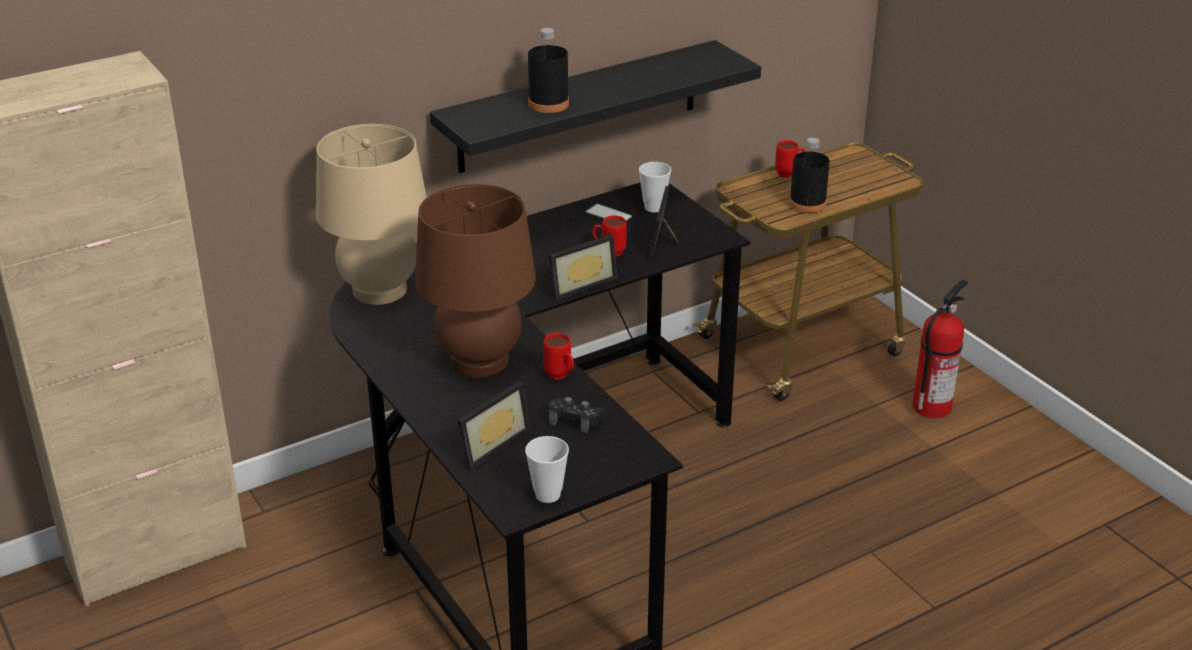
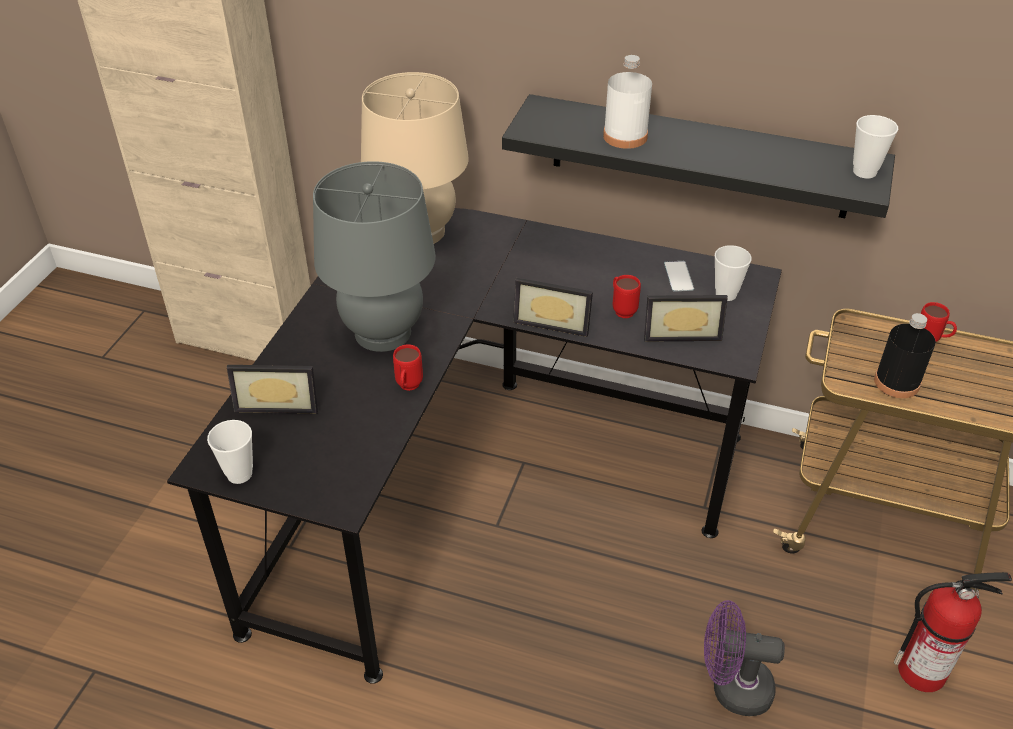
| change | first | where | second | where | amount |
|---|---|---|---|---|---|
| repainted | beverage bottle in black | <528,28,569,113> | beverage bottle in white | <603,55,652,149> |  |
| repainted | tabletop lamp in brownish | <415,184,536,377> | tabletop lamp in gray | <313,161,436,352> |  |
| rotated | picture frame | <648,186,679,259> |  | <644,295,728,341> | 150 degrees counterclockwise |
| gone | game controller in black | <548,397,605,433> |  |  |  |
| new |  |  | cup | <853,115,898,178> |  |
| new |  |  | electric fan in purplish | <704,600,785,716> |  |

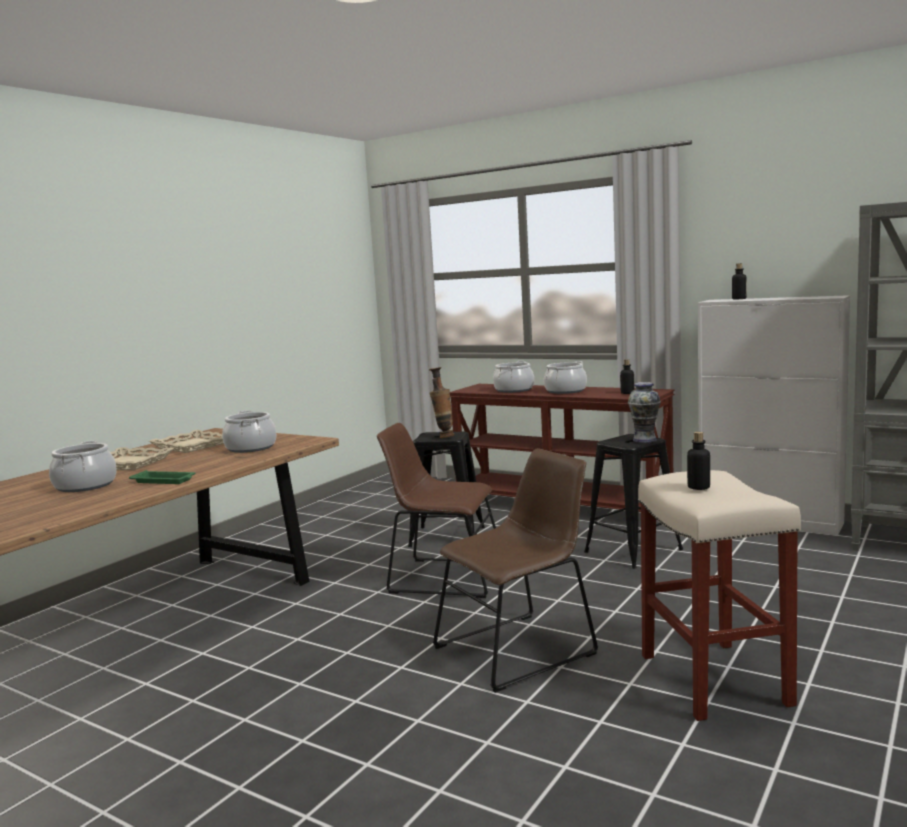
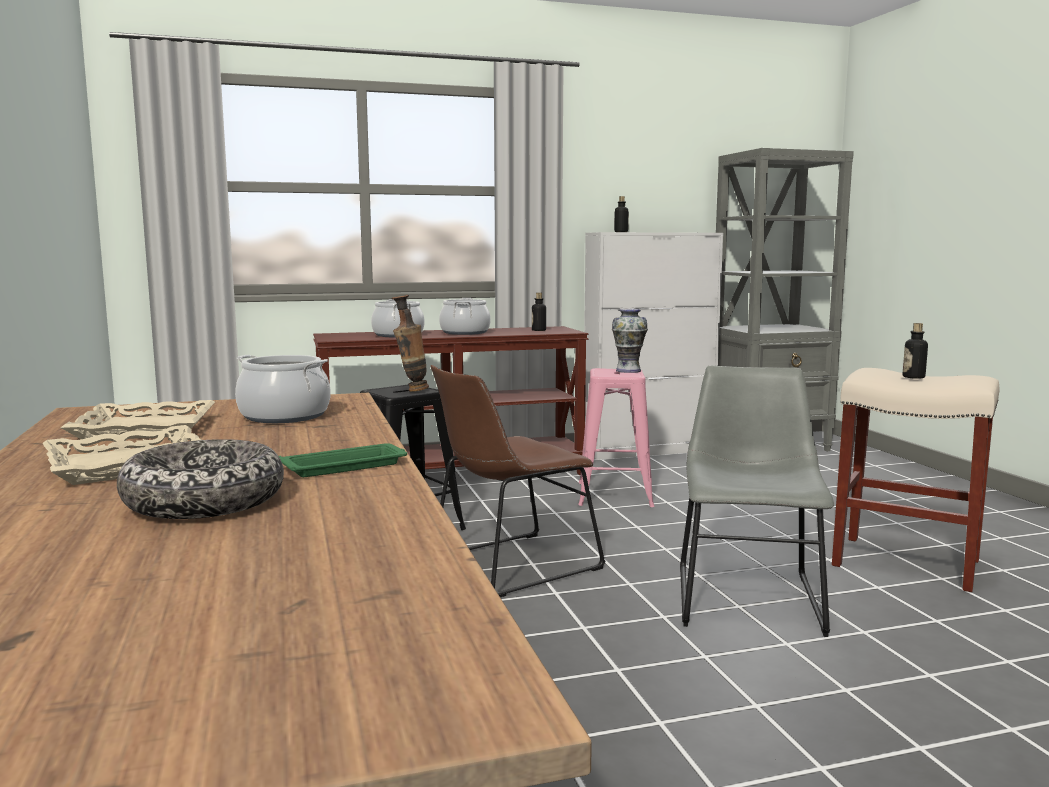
| change | first | where | second | where | amount |
|---|---|---|---|---|---|
| repainted | sitting stool in black | <584,434,683,569> | sitting stool in pinkish | <578,368,654,507> |  |
| swapped | stockpot | <49,440,117,492> | serving bowl | <117,439,284,519> |  |
| repainted | upright chair in brownish | <432,448,598,693> | upright chair in gray | <680,366,834,637> |  |

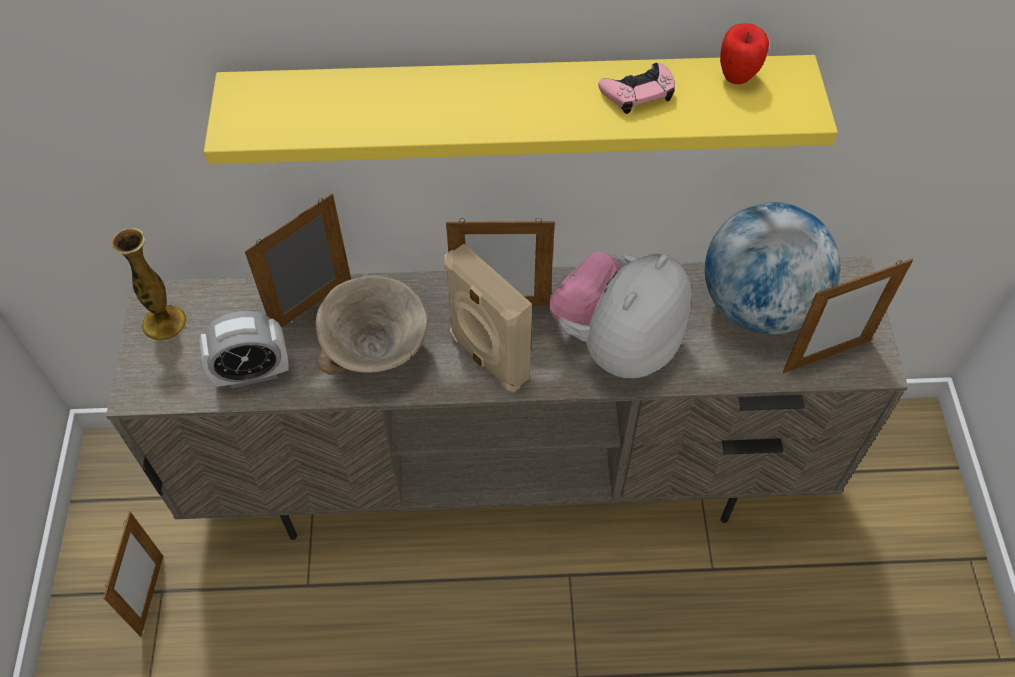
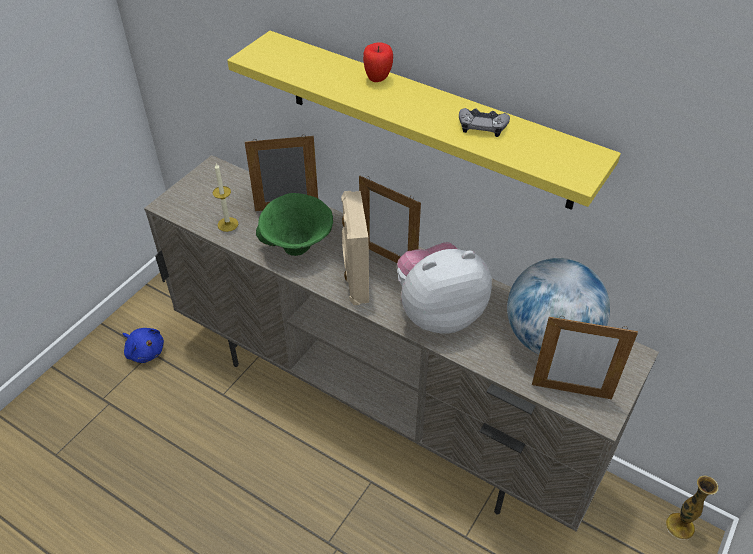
| change | first | where | second | where | amount |
|---|---|---|---|---|---|
| shifted | apple fruit | <720,23,769,84> |  | <363,42,393,82> |  |
| repainted | game controller in pinkish | <598,63,675,114> | game controller in gray | <459,108,510,137> |  |
| shifted | flower vase | <111,228,187,341> |  | <666,476,719,540> |  |
| repainted | serving bowl in sand-coloured | <316,275,428,375> | serving bowl in green-coloured | <256,193,333,256> |  |
| swapped | bedside clock | <199,311,288,388> | wax candle | <212,163,238,232> |  |
| swapped | picture frame | <103,512,163,637> | cuddly toy in blue | <123,328,164,363> |  |

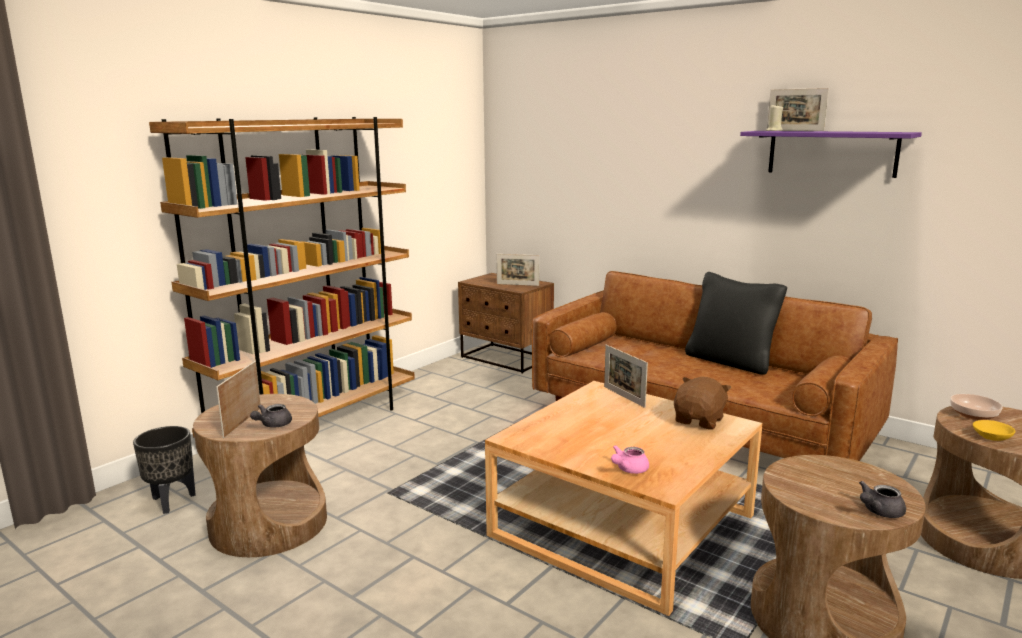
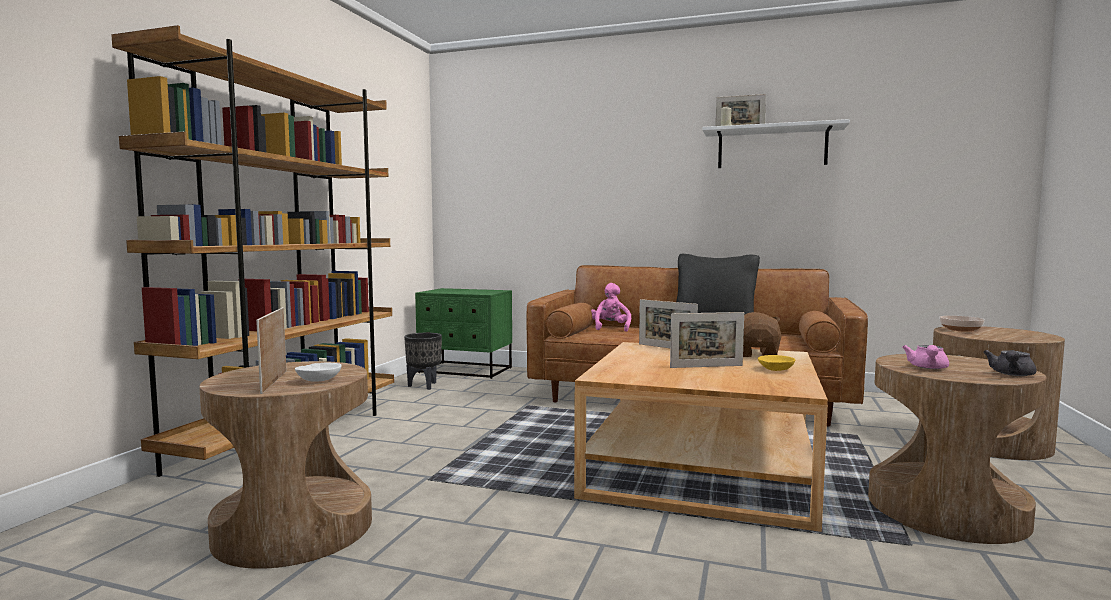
| change | first | where | second | where | amount |
|---|---|---|---|---|---|
| repainted | bracket shelf in purplish | <740,131,922,178> | bracket shelf in white | <702,119,850,168> |  |
| shifted | picture frame | <497,254,539,286> |  | <670,312,744,368> |  |
| repainted | nightstand in brownish | <458,273,554,373> | nightstand in green-coloured | <415,288,512,379> |  |
| swapped | tea pot in gray | <250,404,292,428> | serving bowl in white | <295,363,342,382> |  |
| shifted | serving bowl in yellowish | <973,420,1015,441> |  | <758,355,795,371> |  |
| shifted | planter in black | <133,426,196,514> |  | <404,333,442,390> |  |
| shifted | tea pot in pinkish | <611,445,649,474> |  | <902,345,949,369> |  |
| new |  |  | cuddly toy in pinkish | <591,283,631,332> |  |

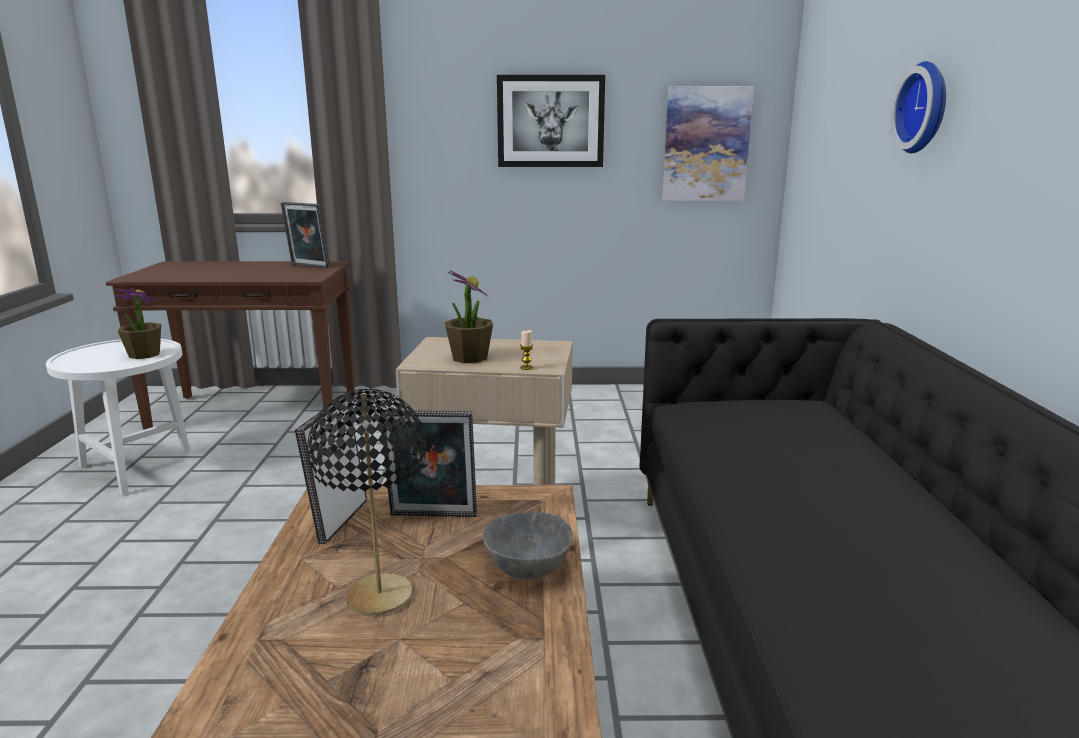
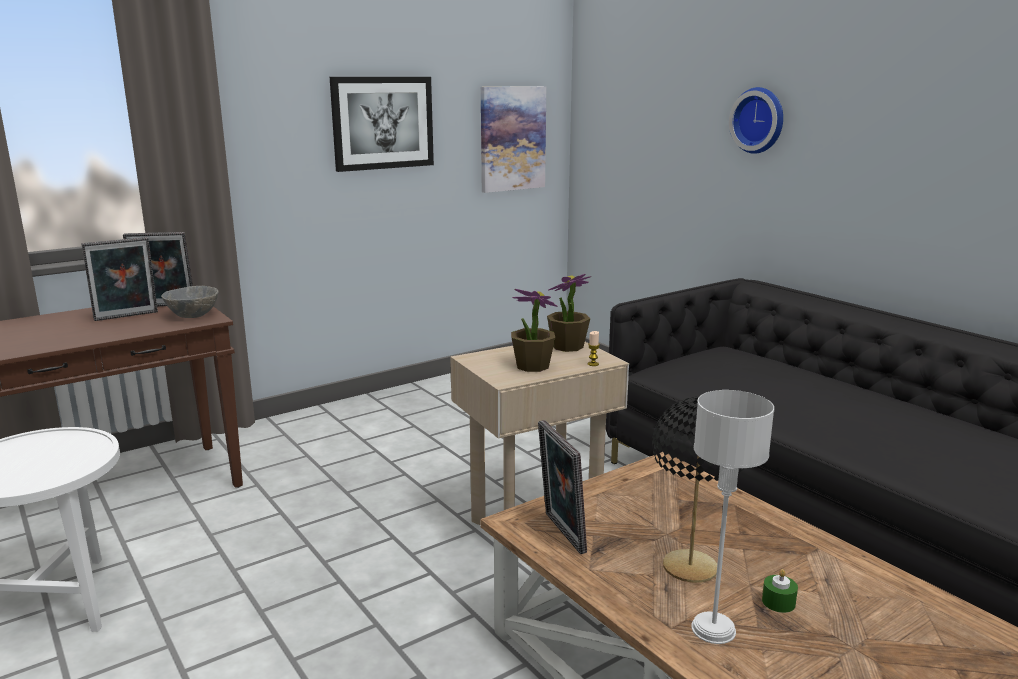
| change | first | where | second | where | amount |
|---|---|---|---|---|---|
| shifted | plant in a pot | <114,288,161,359> |  | <547,274,591,352> |  |
| shifted | picture frame | <380,410,477,517> |  | <81,237,158,321> |  |
| shifted | serving bowl in gray | <483,512,573,579> |  | <161,286,218,318> |  |
| new |  |  | tabletop lamp in gray | <691,390,774,644> |  |
| new |  |  | wax candle in green-coloured | <762,569,798,613> |  |

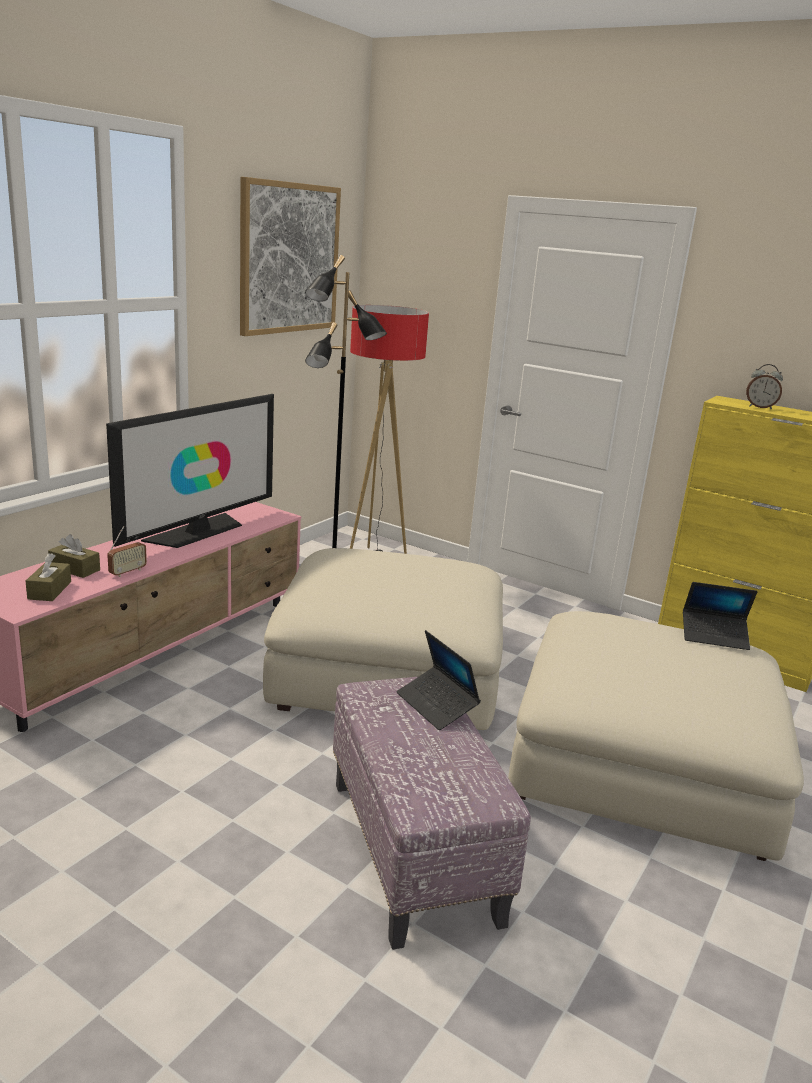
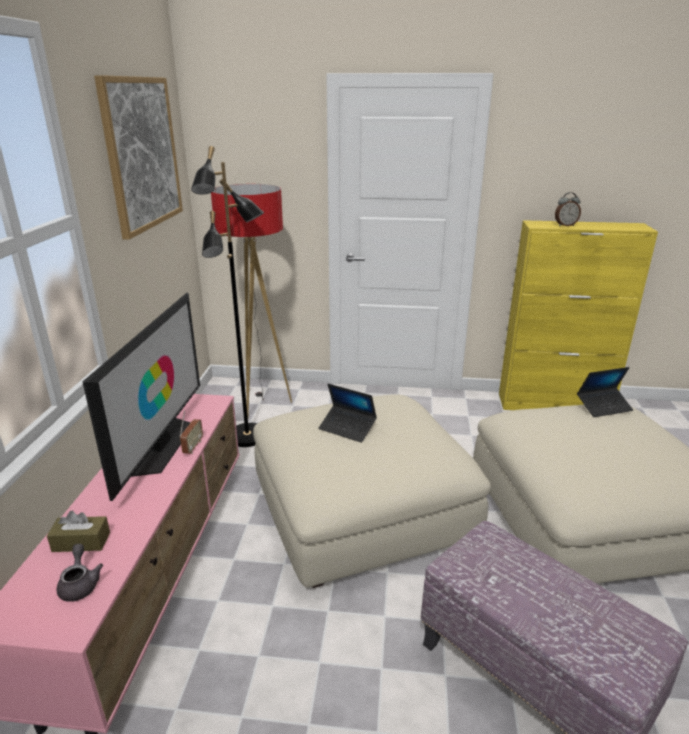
| change | first | where | second | where | amount |
|---|---|---|---|---|---|
| shifted | radio | <107,526,147,577> |  | <179,410,203,454> |  |
| swapped | box of tissues in brownish | <26,553,71,601> | tea pot in gray | <57,544,103,602> |  |
| shifted | portable computer | <397,630,481,730> |  | <318,384,377,443> |  |

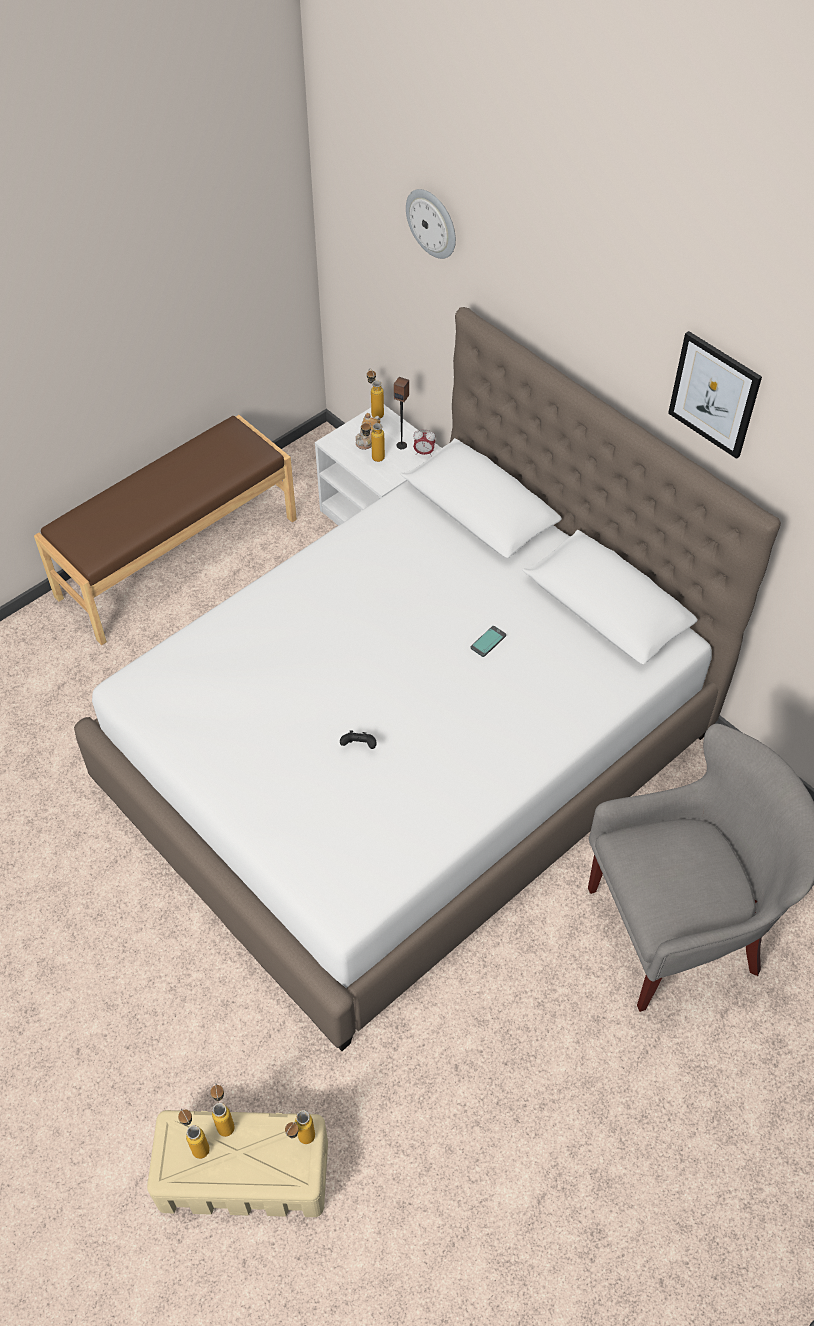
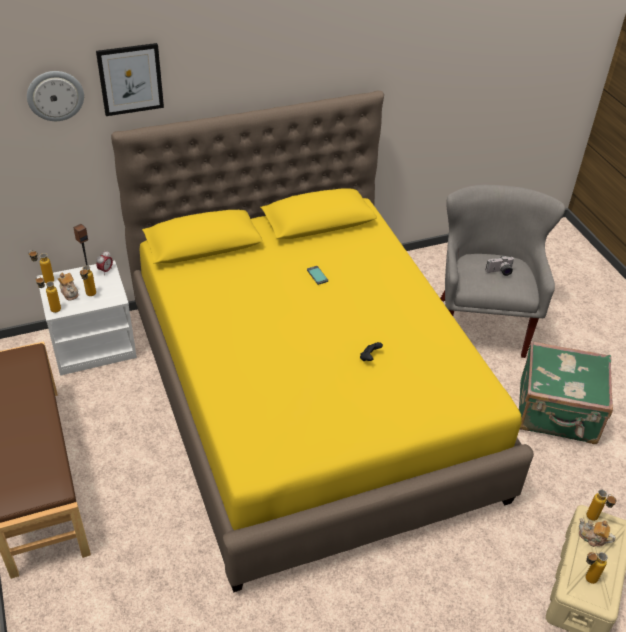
| change | first | where | second | where | amount |
|---|---|---|---|---|---|
| repainted | bed in white | <74,307,781,1051> | bed in yellowish | <111,91,534,592> |  |
| shifted | picture | <668,331,762,459> |  | <96,43,164,116> |  |
| shifted | beverage bottle | <210,1084,235,1137> |  | <36,276,61,313> |  |
| new |  |  | photo camera | <486,255,515,276> |  |
| new |  |  | piece of luggage in green-coloured | <519,341,613,444> |  |
| new |  |  | tea pot | <579,518,616,547> |  |

